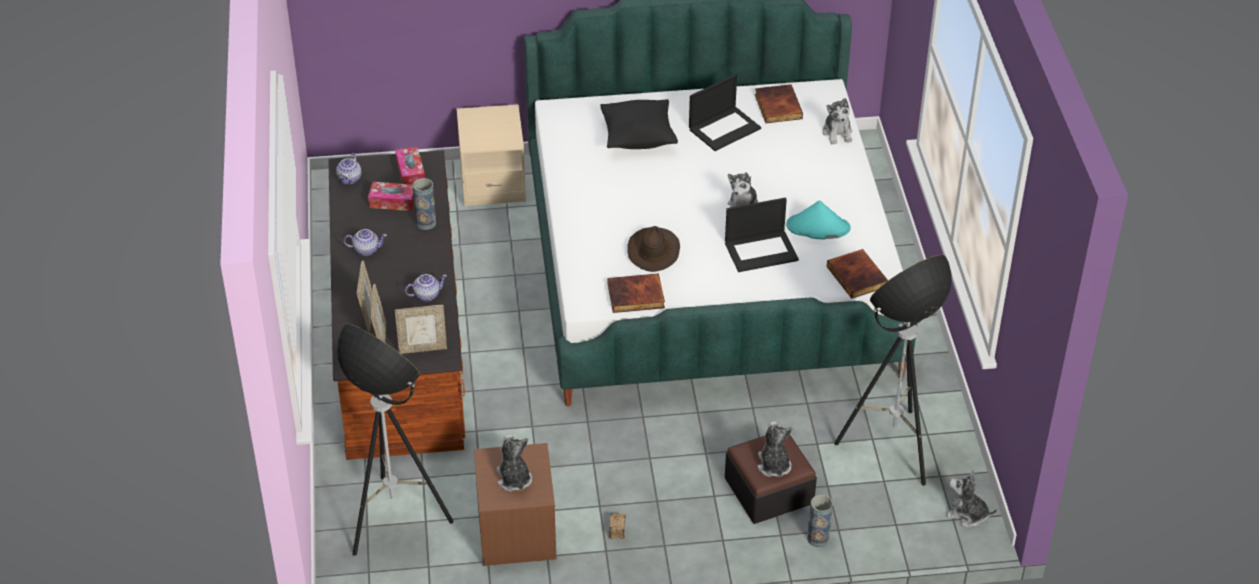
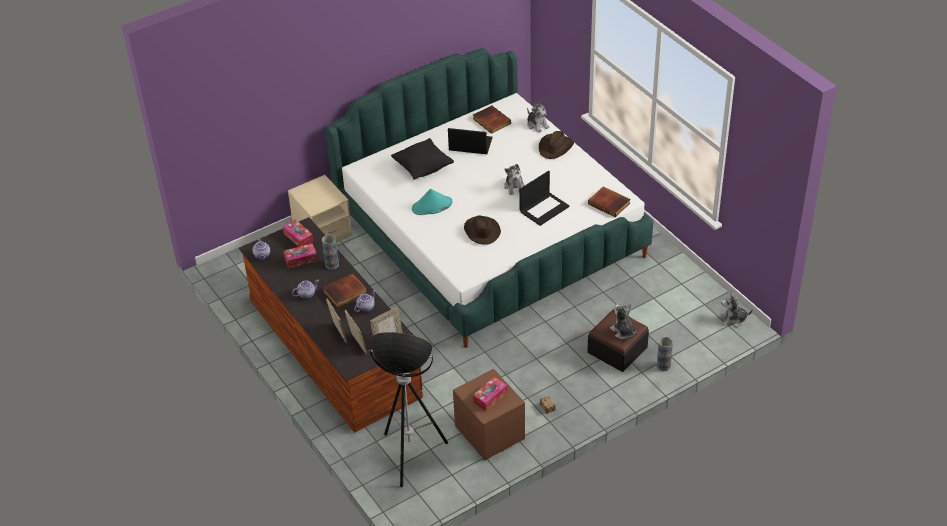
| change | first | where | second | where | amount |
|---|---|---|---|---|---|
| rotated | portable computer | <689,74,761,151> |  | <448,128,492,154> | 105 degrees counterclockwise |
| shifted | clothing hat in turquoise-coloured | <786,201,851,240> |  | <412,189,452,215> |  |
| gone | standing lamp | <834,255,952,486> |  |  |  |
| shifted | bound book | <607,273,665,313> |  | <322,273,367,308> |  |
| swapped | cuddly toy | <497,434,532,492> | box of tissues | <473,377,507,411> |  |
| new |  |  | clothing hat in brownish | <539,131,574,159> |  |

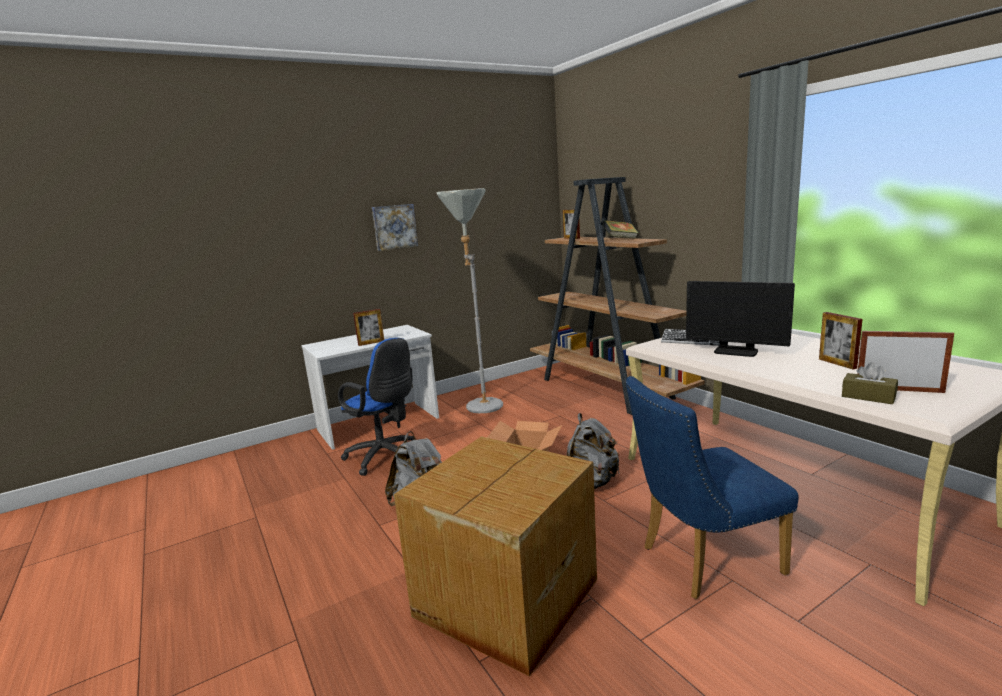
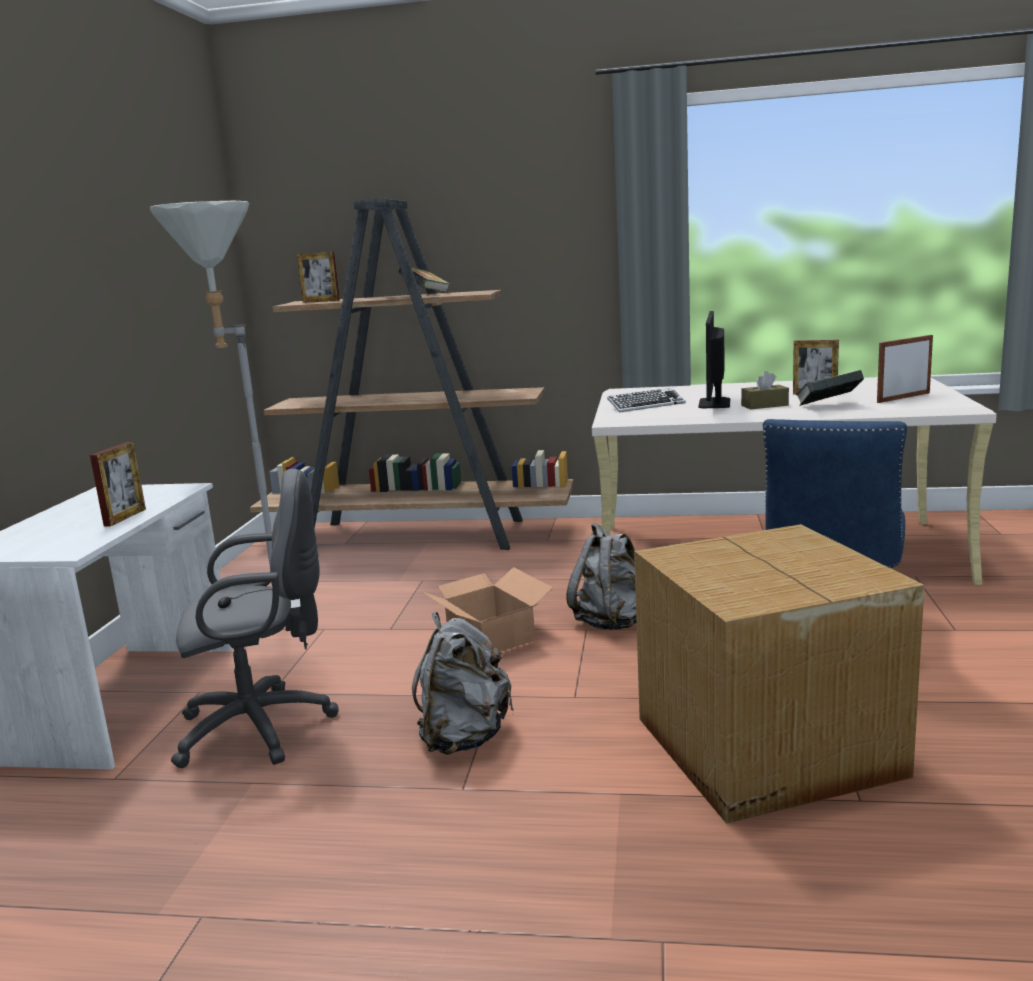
| change | first | where | second | where | amount |
|---|---|---|---|---|---|
| gone | picture | <372,204,418,251> |  |  |  |
| rotated | monitor | <686,281,795,357> |  | <698,311,730,408> | 120 degrees clockwise |
| repainted | office chair in blue | <338,338,414,476> | office chair in gray | <171,469,339,768> |  |
| shifted | box of tissues in brownish | <842,362,898,404> |  | <741,371,789,409> |  |
| new |  |  | bound book | <796,370,864,406> |  |

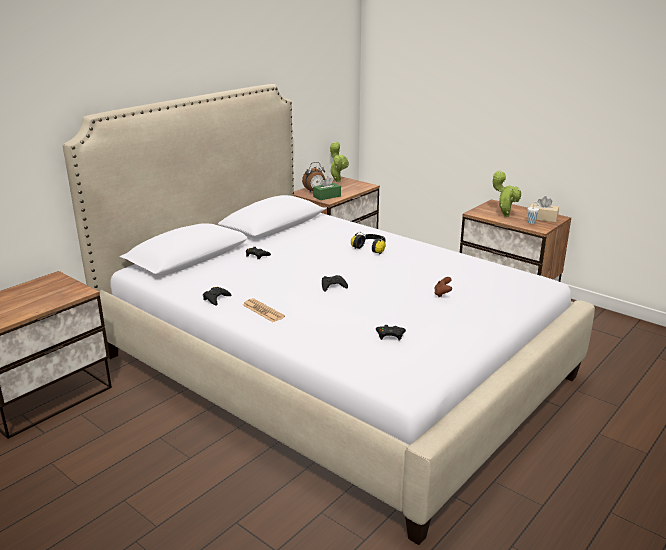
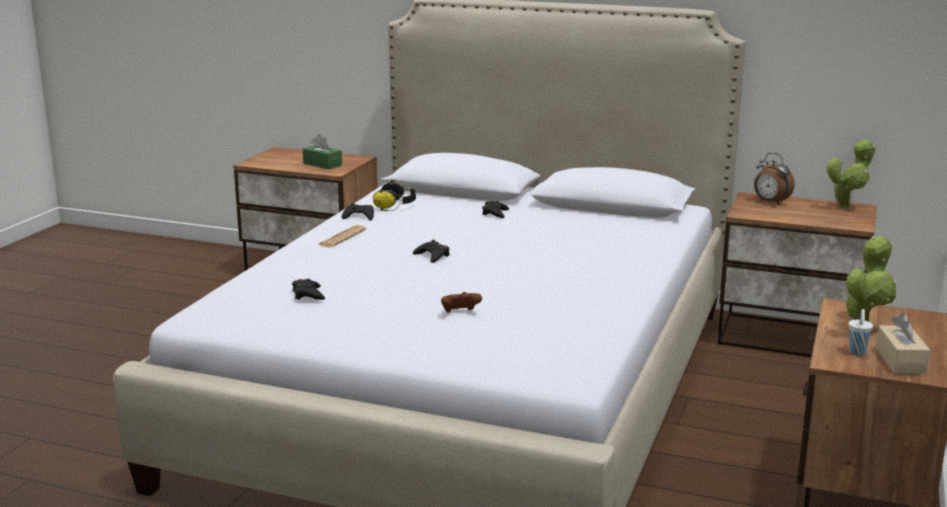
| change | first | where | second | where | amount |
|---|---|---|---|---|---|
| shifted | box of tissues in green-coloured | <313,176,341,200> |  | <303,134,342,169> |  |
| shifted | headset | <351,232,385,255> |  | <373,180,416,211> |  |

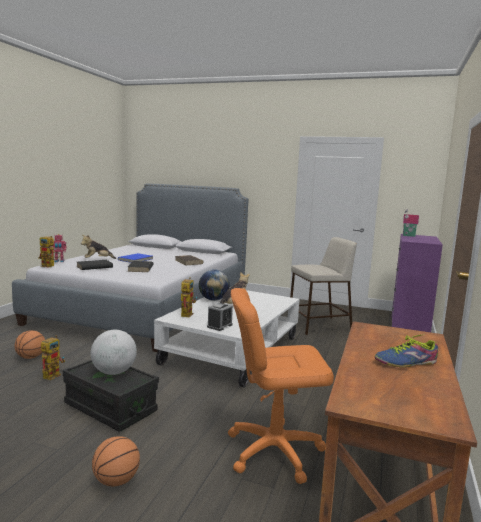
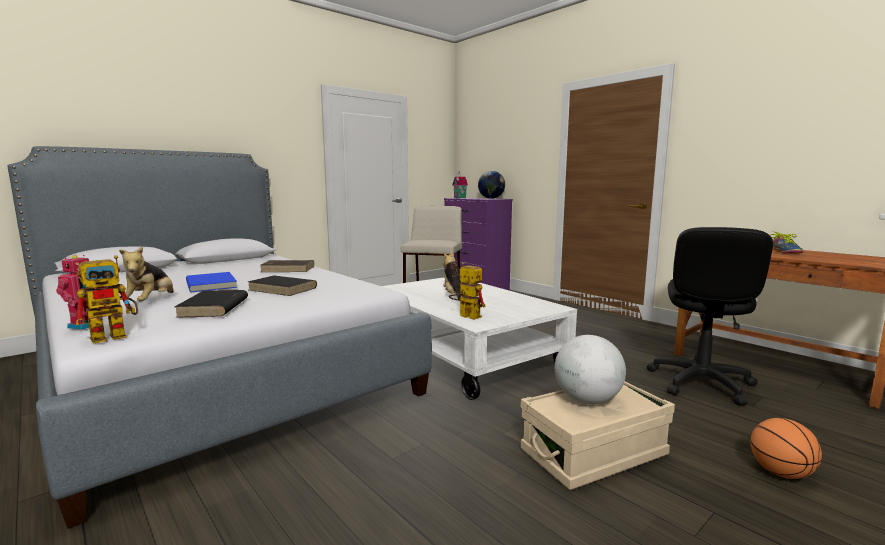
| change | first | where | second | where | amount |
|---|---|---|---|---|---|
| shifted | globe | <199,269,230,301> |  | <478,171,505,199> |  |
| repainted | office chair in orange | <228,288,334,484> | office chair in black | <647,227,773,405> |  |
| gone | bedside clock | <207,303,233,331> |  |  |  |
| gone | basketball ball | <15,330,45,359> |  |  |  |
| gone | robot figure | <41,335,65,380> |  |  |  |
| repainted | storage box in black | <63,360,159,432> | storage box in sand-coloured | <521,382,675,490> |  |

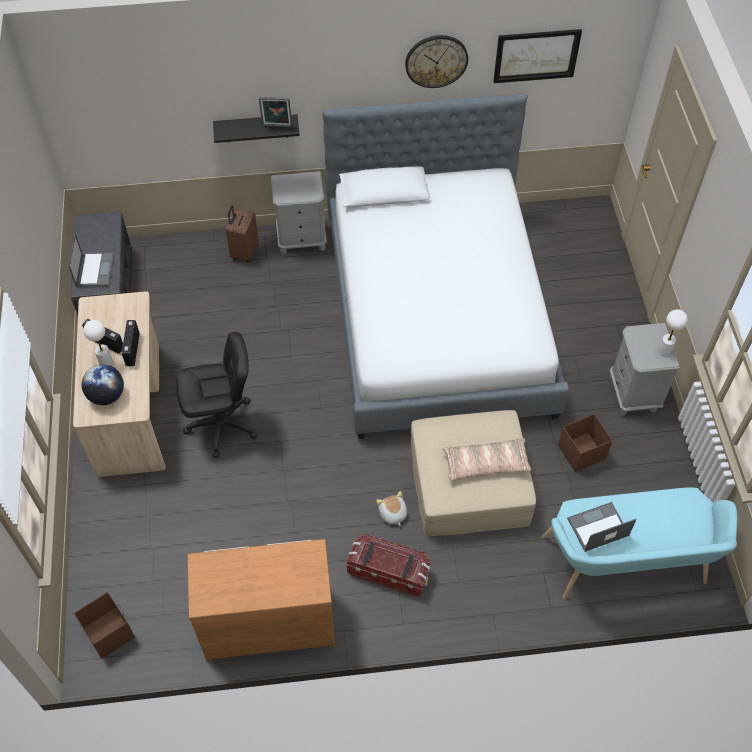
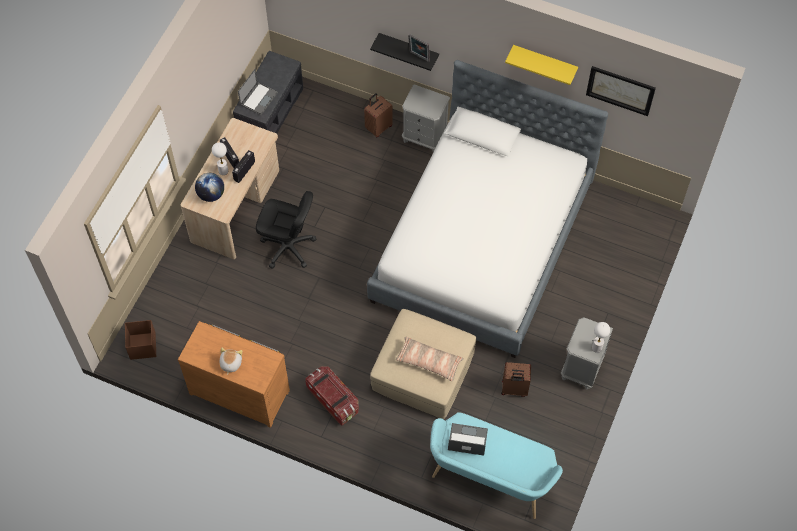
| change | first | where | second | where | amount |
|---|---|---|---|---|---|
| swapped | hanging clock | <405,35,468,88> | bracket shelf in yellowish | <505,45,578,85> |  |
| swapped | storage box in brownish | <558,414,613,472> | piece of luggage in brownish | <501,362,531,397> |  |
| shifted | cuddly toy | <376,491,407,526> |  | <219,348,242,375> |  |

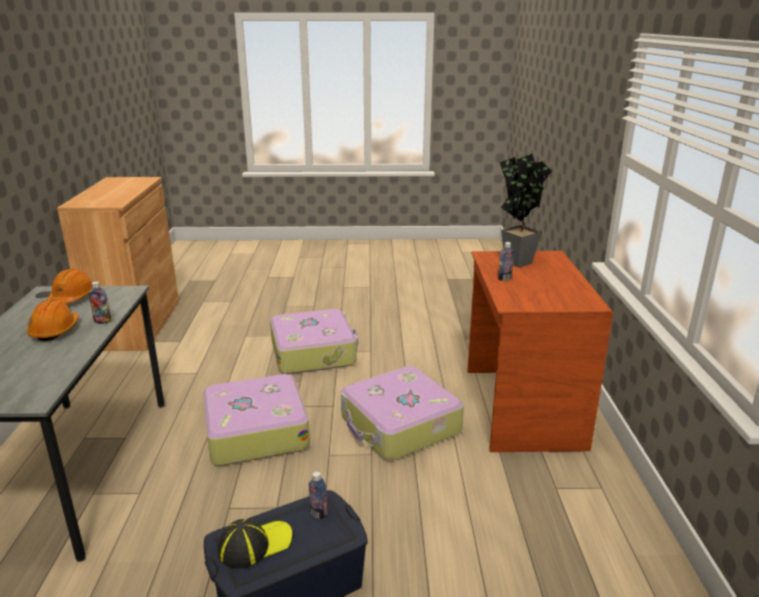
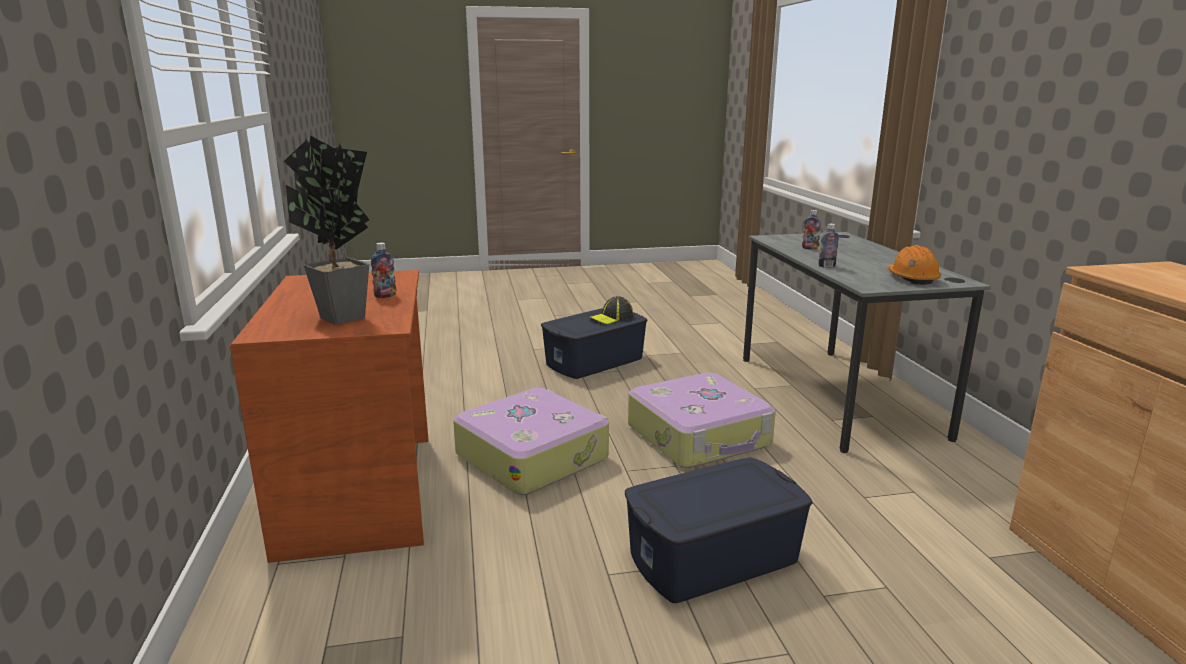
| change | first | where | second | where | amount |
|---|---|---|---|---|---|
| gone | safety helmet in orange | <27,300,79,341> |  |  |  |
| swapped | piece of luggage | <270,309,358,374> | storage box in blue | <625,458,813,603> |  |
| shifted | beverage bottle | <309,471,327,519> |  | <802,210,821,250> |  |

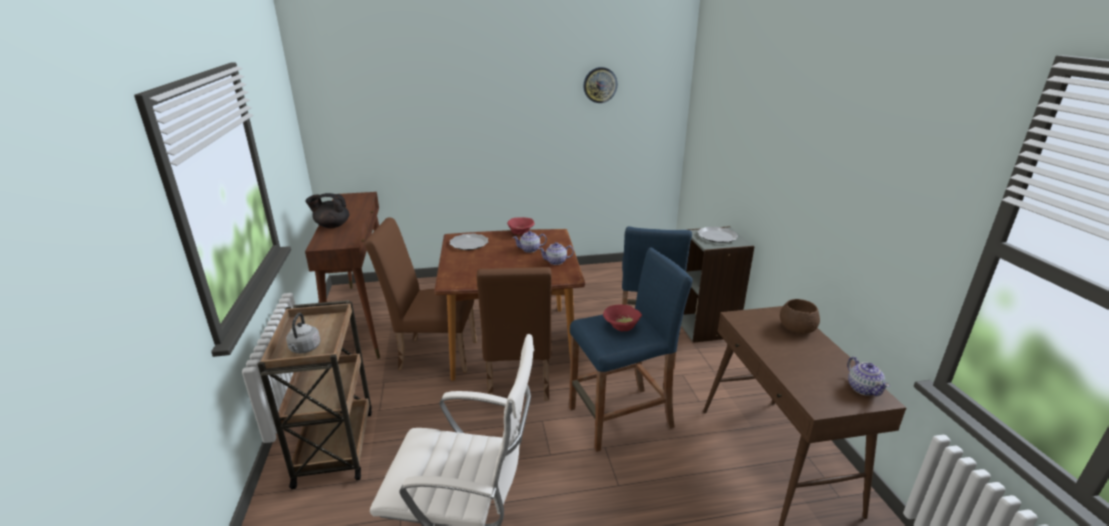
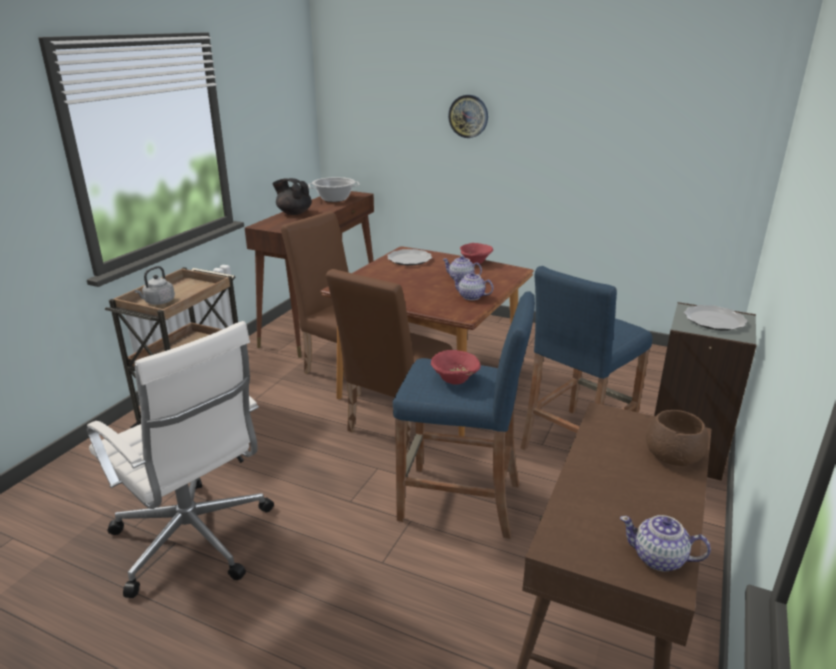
| change | first | where | second | where | amount |
|---|---|---|---|---|---|
| shifted | hanging clock | <583,67,617,103> |  | <448,95,488,138> |  |
| rotated | tea pot | <847,357,890,396> |  | <620,515,711,571> | 90 degrees clockwise |
| new |  |  | stockpot | <308,177,360,202> |  |

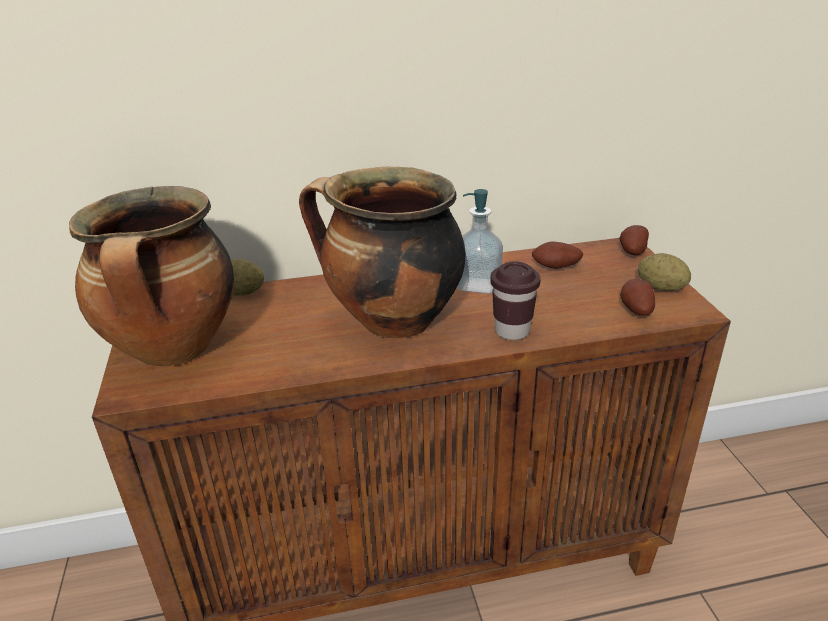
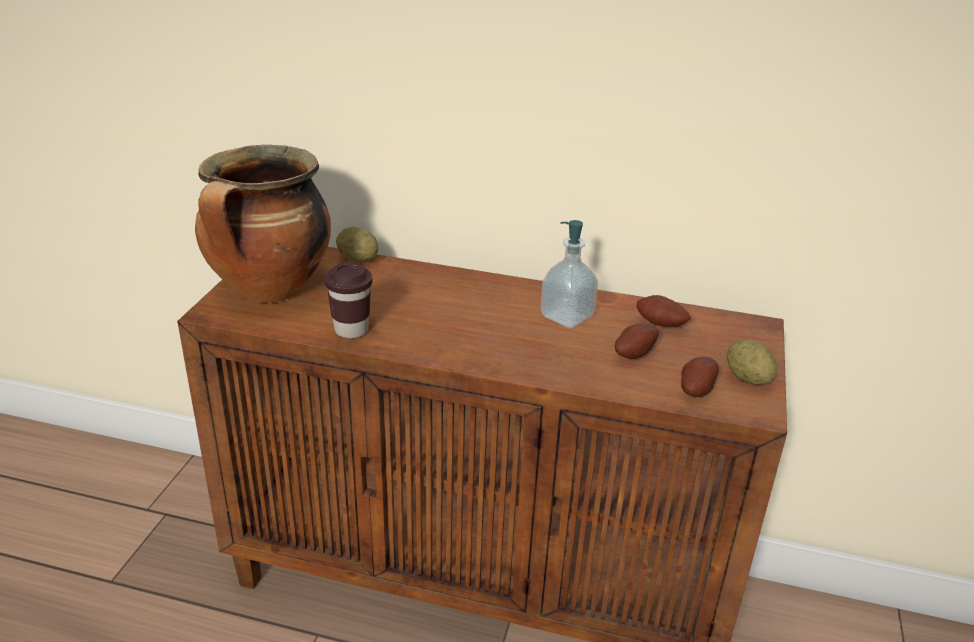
| change | first | where | second | where | amount |
|---|---|---|---|---|---|
| gone | stockpot | <299,167,466,338> |  |  |  |
| shifted | spud | <619,225,649,255> |  | <615,324,659,359> |  |
| shifted | cup in brownish | <490,261,541,340> |  | <324,263,373,338> |  |

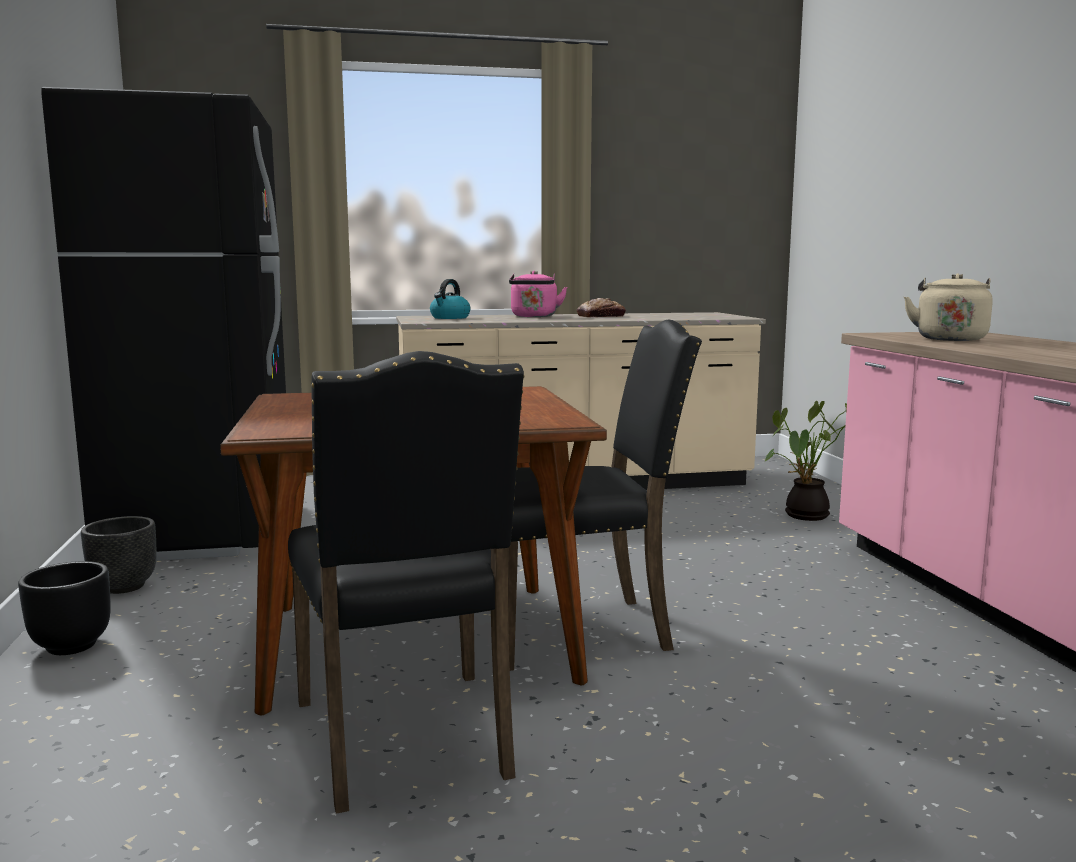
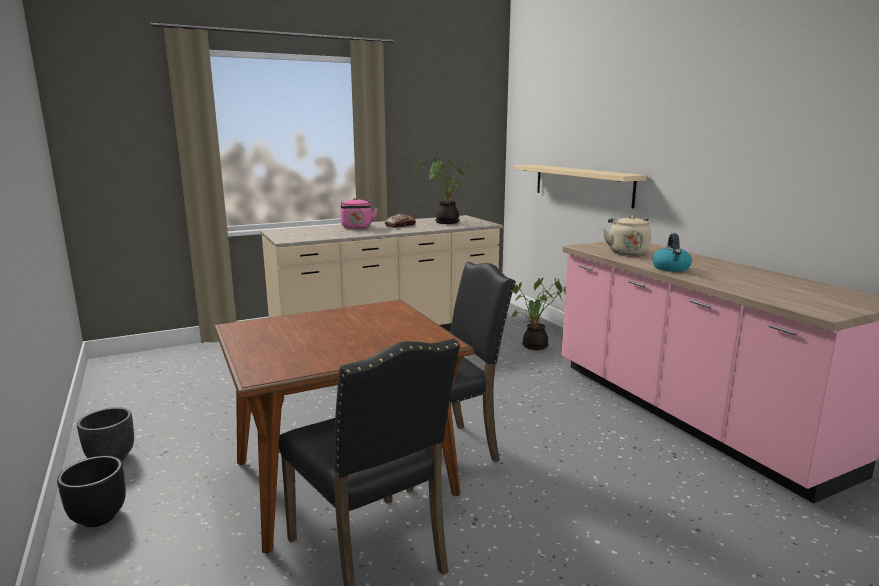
| change | first | where | second | where | amount |
|---|---|---|---|---|---|
| gone | fridge in black | <41,87,286,561> |  |  |  |
| shifted | kettle | <430,279,471,319> |  | <652,233,692,272> |  |
| new |  |  | plant in a pot | <416,157,472,224> |  |
| new |  |  | bracket shelf in sand-coloured | <514,165,647,208> |  |

